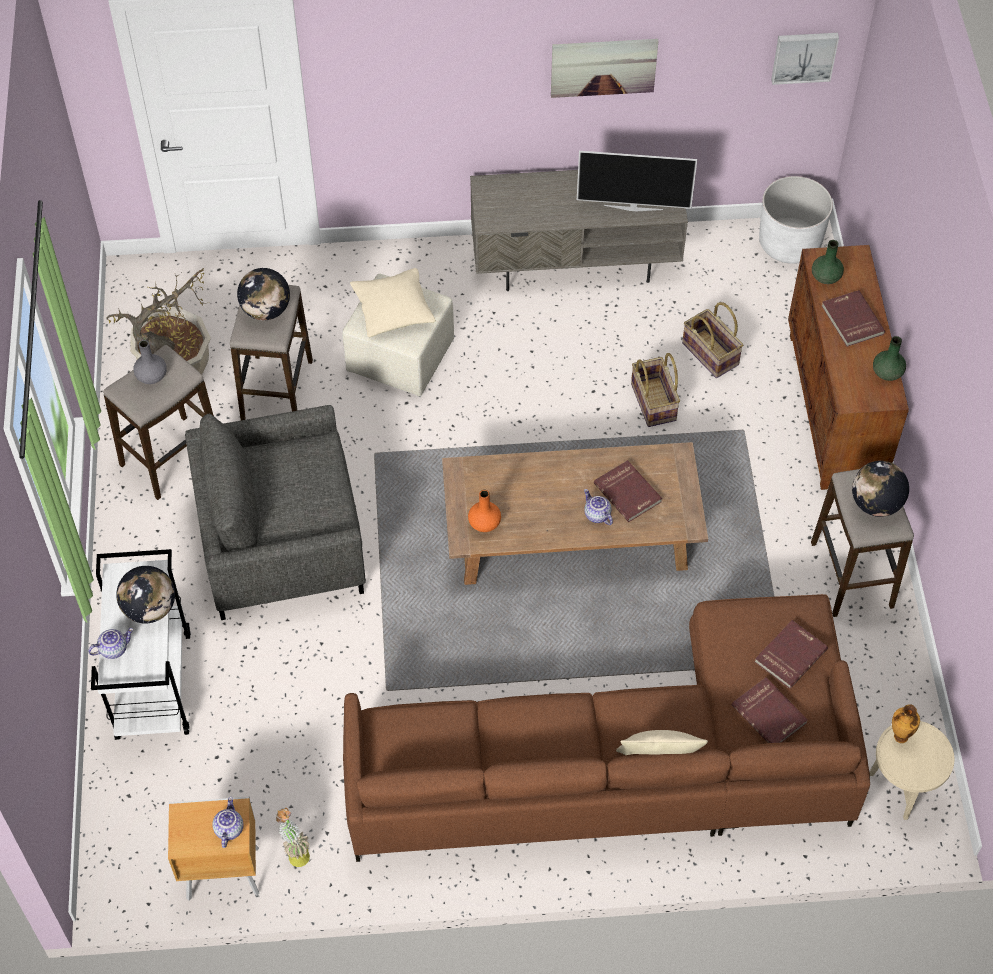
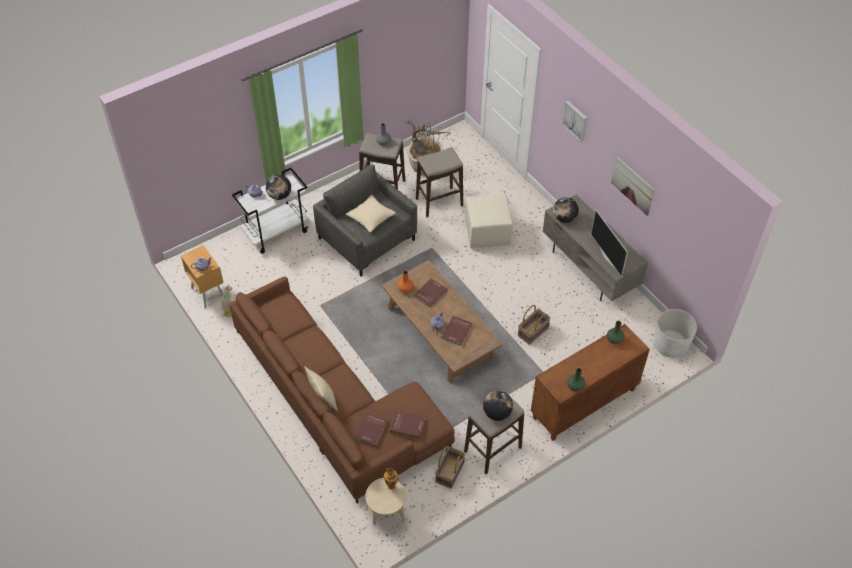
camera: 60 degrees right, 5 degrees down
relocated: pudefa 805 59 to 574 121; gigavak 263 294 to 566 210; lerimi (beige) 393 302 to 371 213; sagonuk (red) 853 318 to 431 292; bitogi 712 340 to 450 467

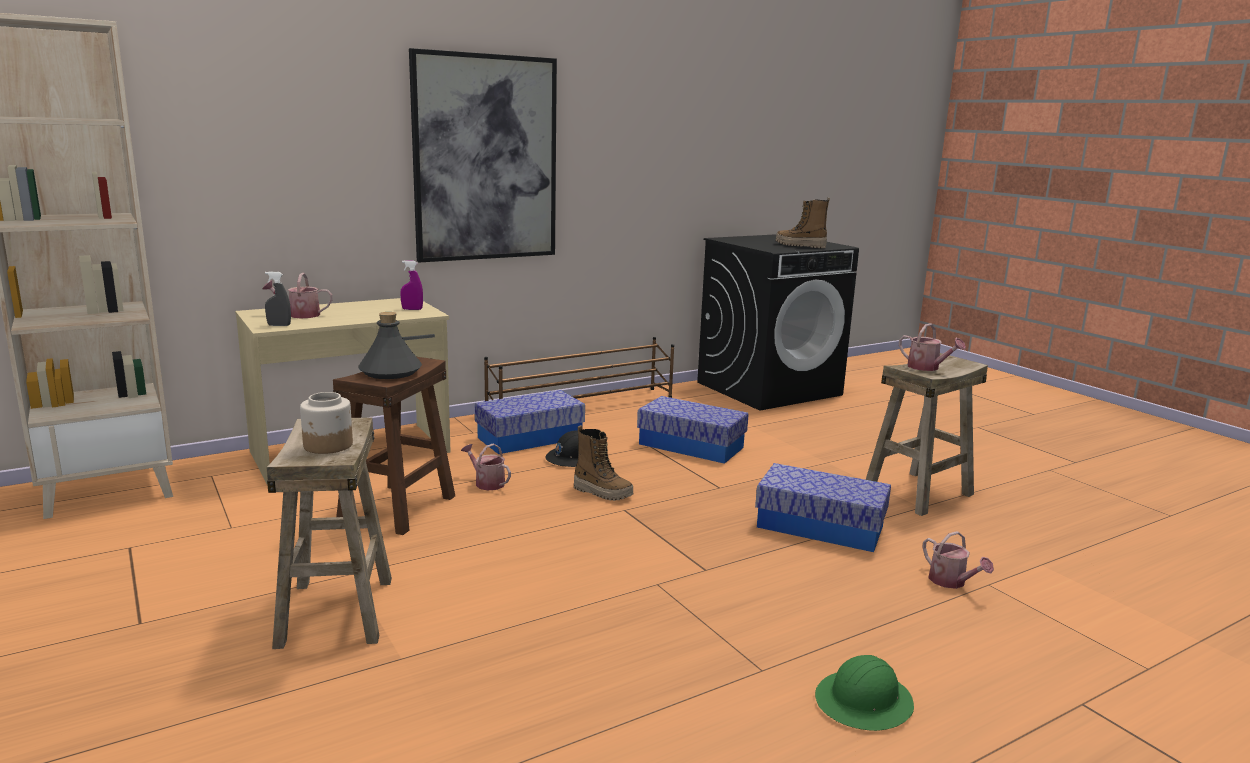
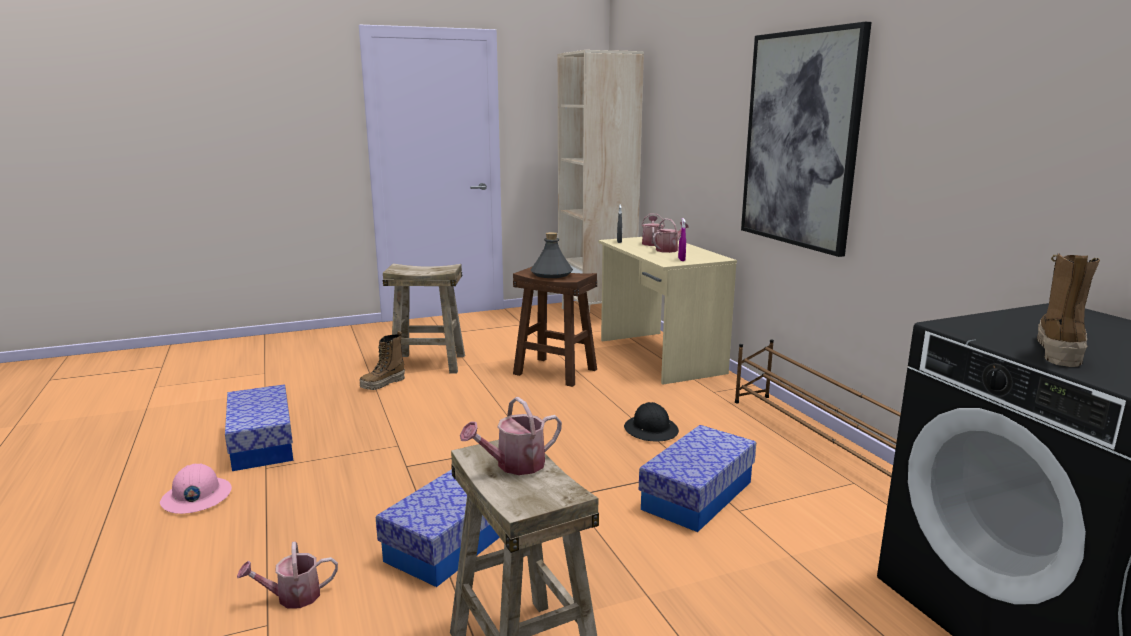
camera: 100 degrees right, 0 degrees up
missing: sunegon 326 423
relocated: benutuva 530 422 to 259 427; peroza 603 463 to 382 360; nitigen 486 466 to 670 235
colour: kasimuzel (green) 864 693 to kasimuzel (pink) 196 488

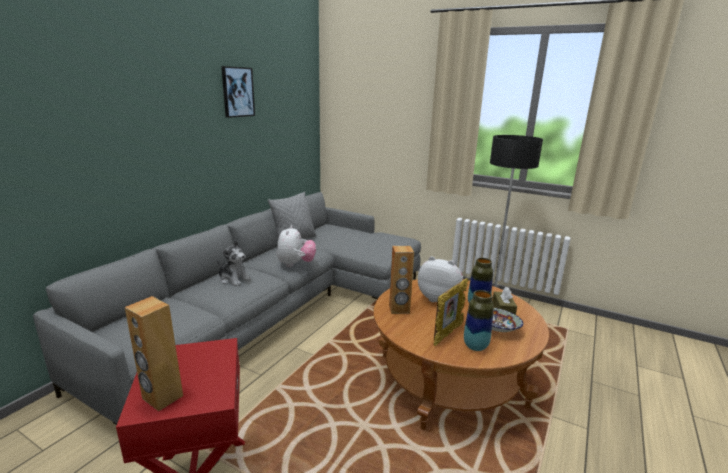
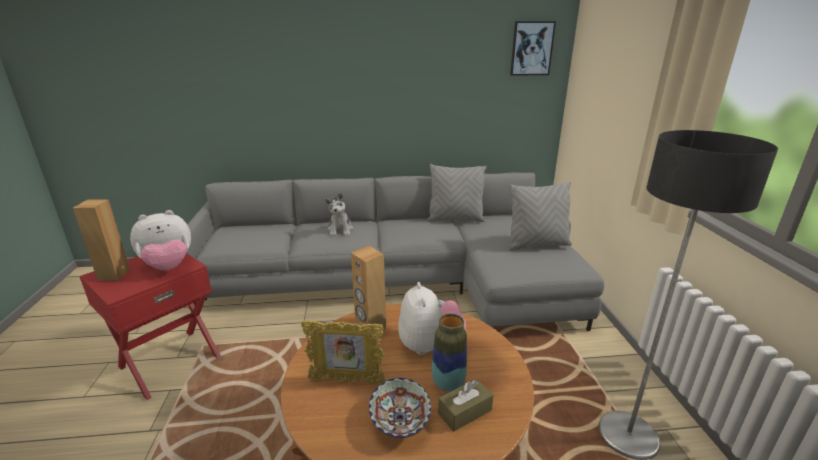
camera: 55 degrees right, 5 degrees up
missing: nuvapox 479 320
appeared: lerimi (grey) 540 216
relocated: pudefa 238 92 to 533 48; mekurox 296 246 to 160 240

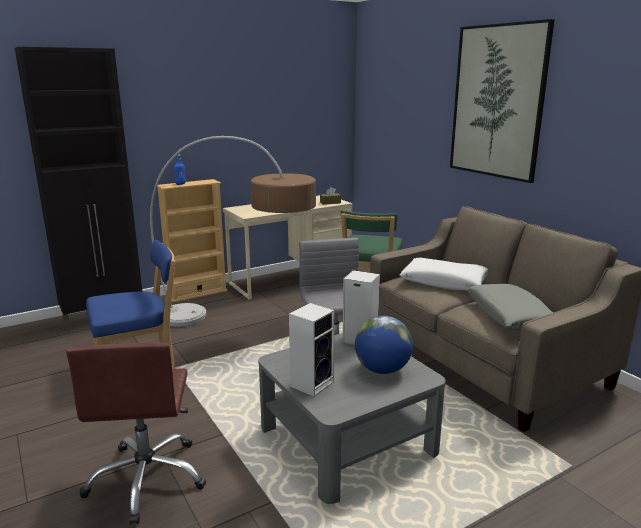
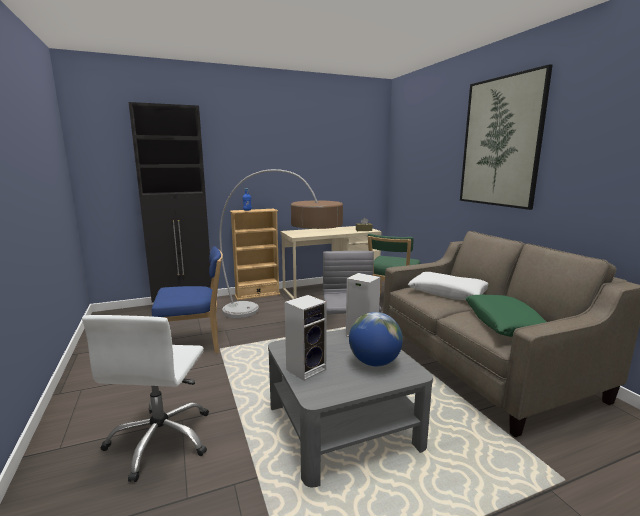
camera: 10 degrees right, 5 degrees down
colour: lerimi (grey) 510 307 to lerimi (green) 505 316; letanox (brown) 136 434 to letanox (white) 145 398

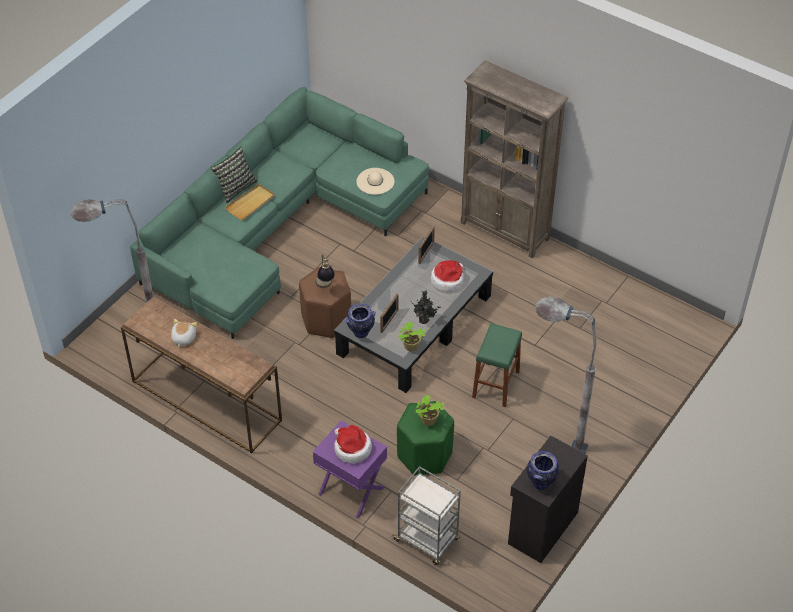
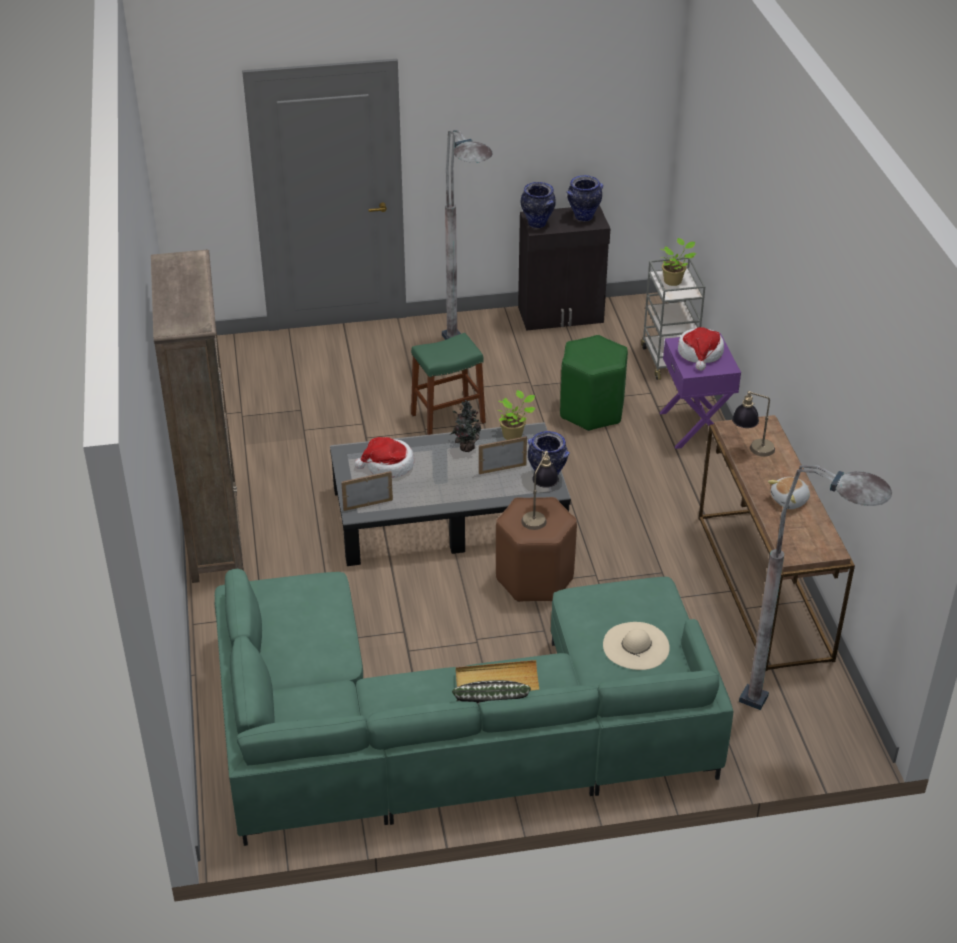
camera: 135 degrees left, 10 degrees down
appeared: nuvapox 538 205; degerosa 753 424
relocated: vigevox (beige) 375 181 to 636 646; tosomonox 429 410 to 678 262

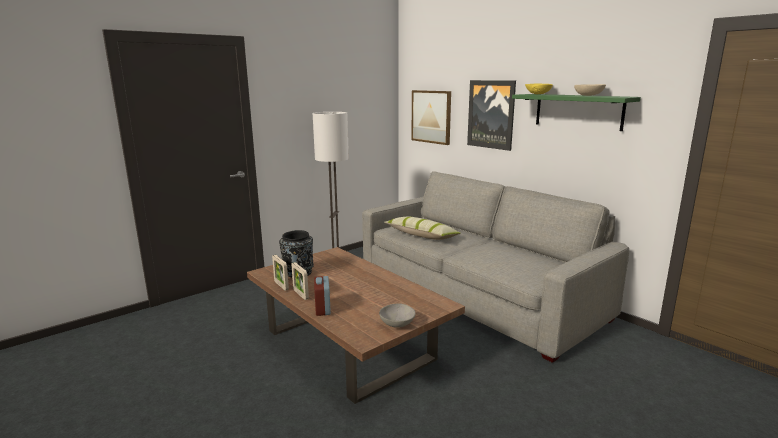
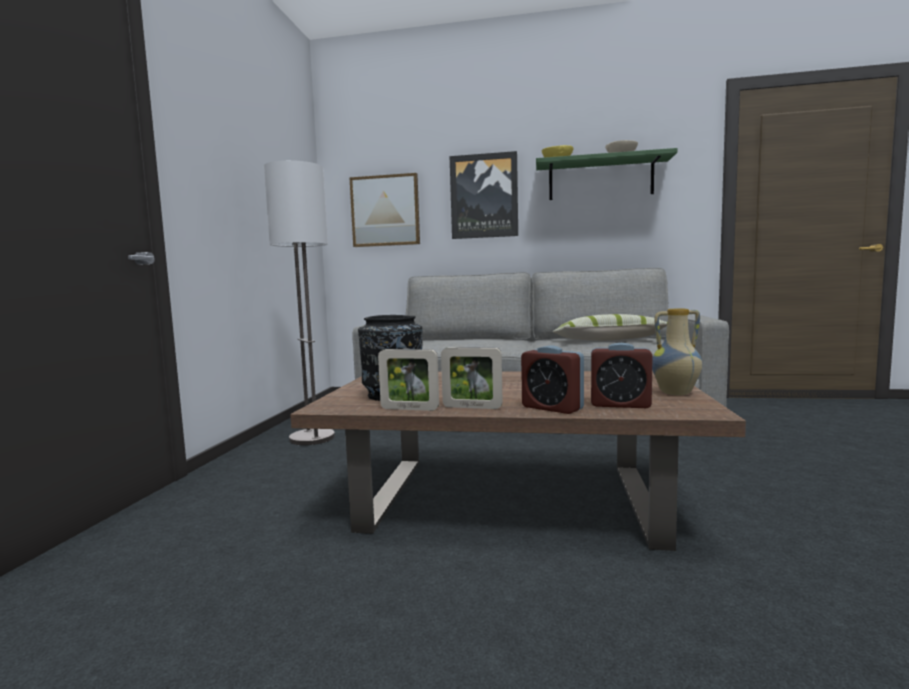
camera: 40 degrees left, 10 degrees down
appeared: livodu 622 375
relocated: lerimi 422 228 to 610 327
exchanged: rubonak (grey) 397 315 to nuvapox 677 352

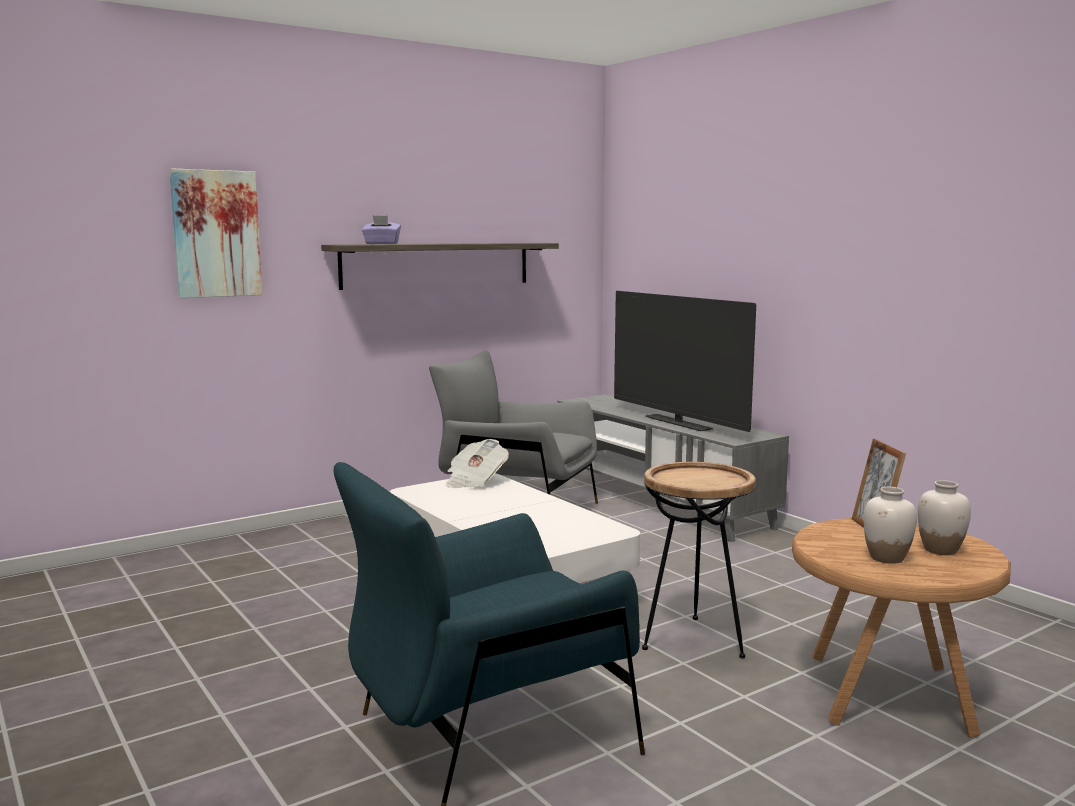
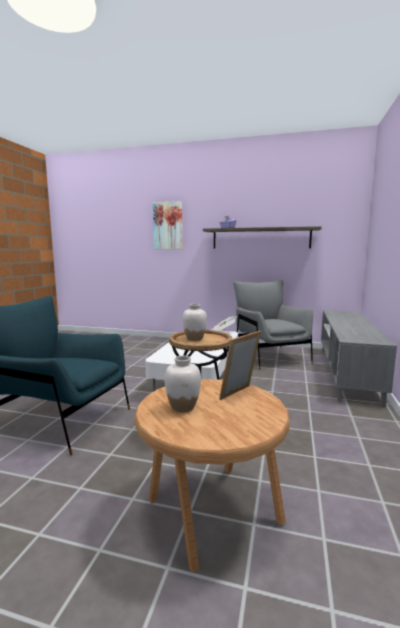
camera: 50 degrees right, 0 degrees up
missing: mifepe 685 361
relocated: nuvapox (white) 944 517 to 194 322

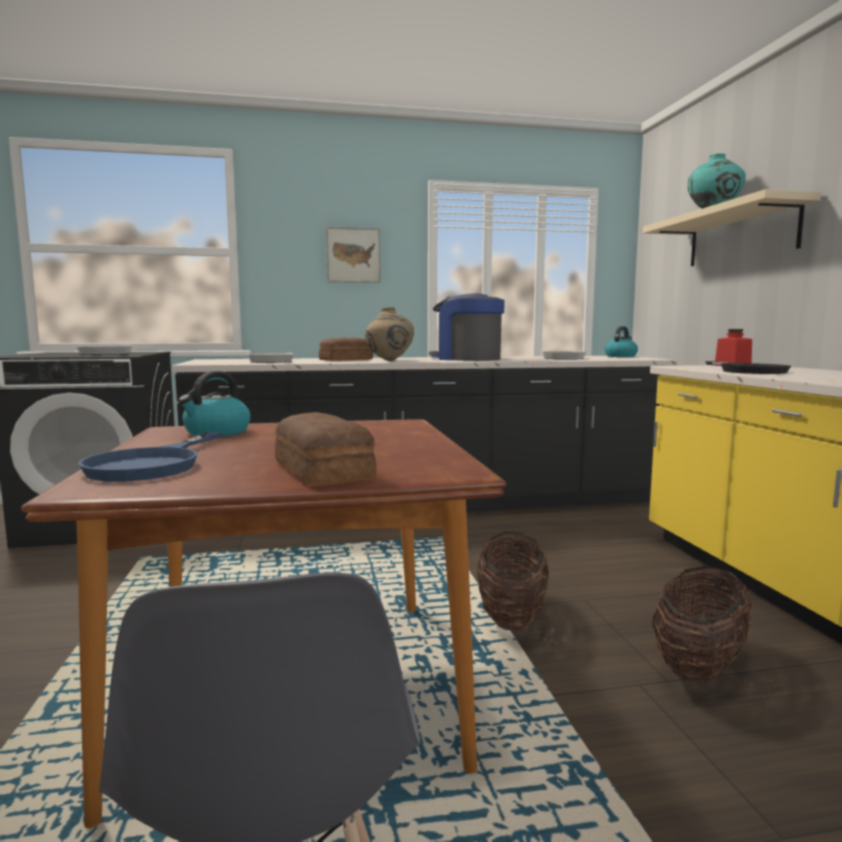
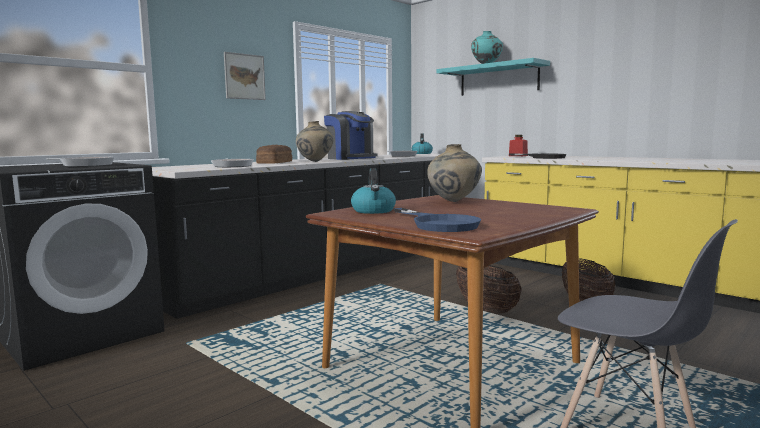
camera: 35 degrees left, 0 degrees up
missing: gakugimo 326 449
appeared: nuvapox (beige) 454 173
colour: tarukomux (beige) 732 227 to tarukomux (turquoise) 493 77
spun: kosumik 467 327 = 350 135 135 degrees counterclockwise

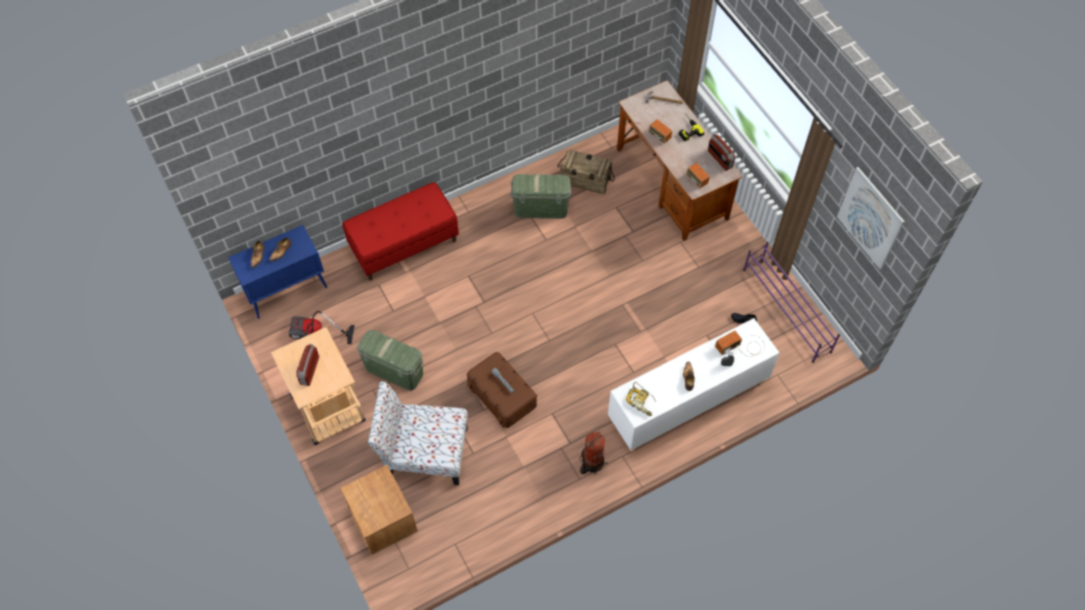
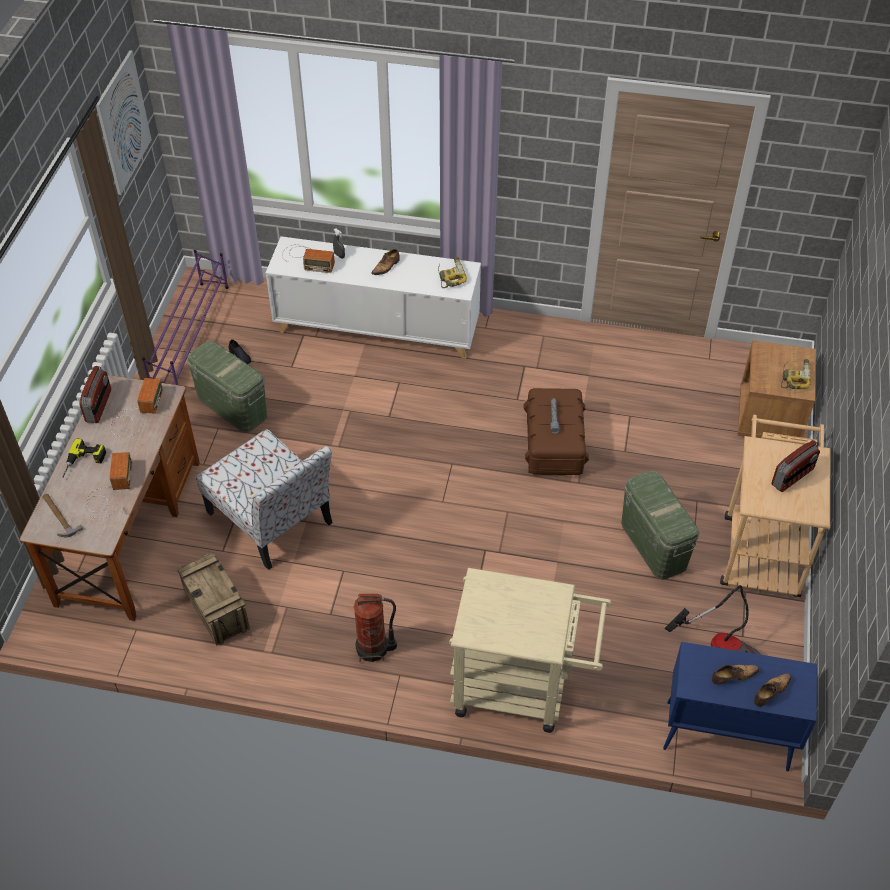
camera: 140 degrees left, 10 degrees down
appeared: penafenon 796 374
relocated: benutuva (green) 541 196 to 227 387; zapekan 418 433 to 264 499; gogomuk 593 452 to 375 628
exchanged: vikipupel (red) 400 231 to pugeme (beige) 530 650

